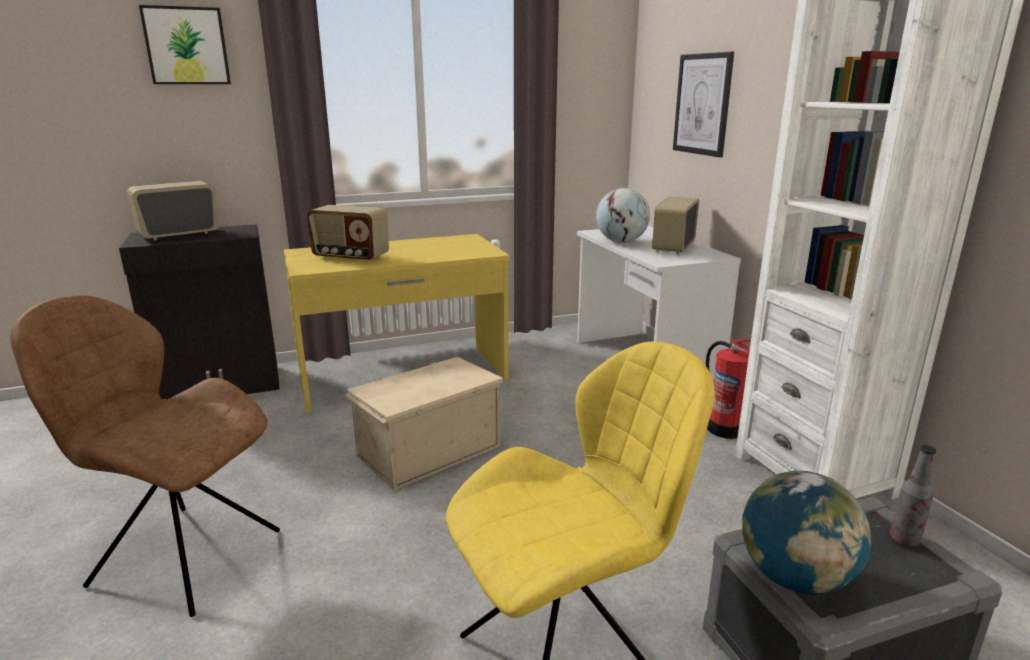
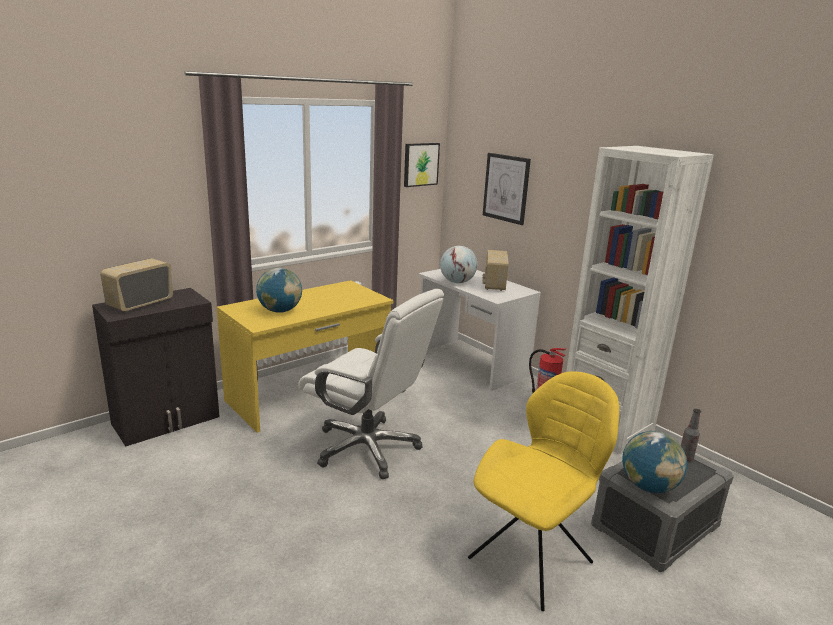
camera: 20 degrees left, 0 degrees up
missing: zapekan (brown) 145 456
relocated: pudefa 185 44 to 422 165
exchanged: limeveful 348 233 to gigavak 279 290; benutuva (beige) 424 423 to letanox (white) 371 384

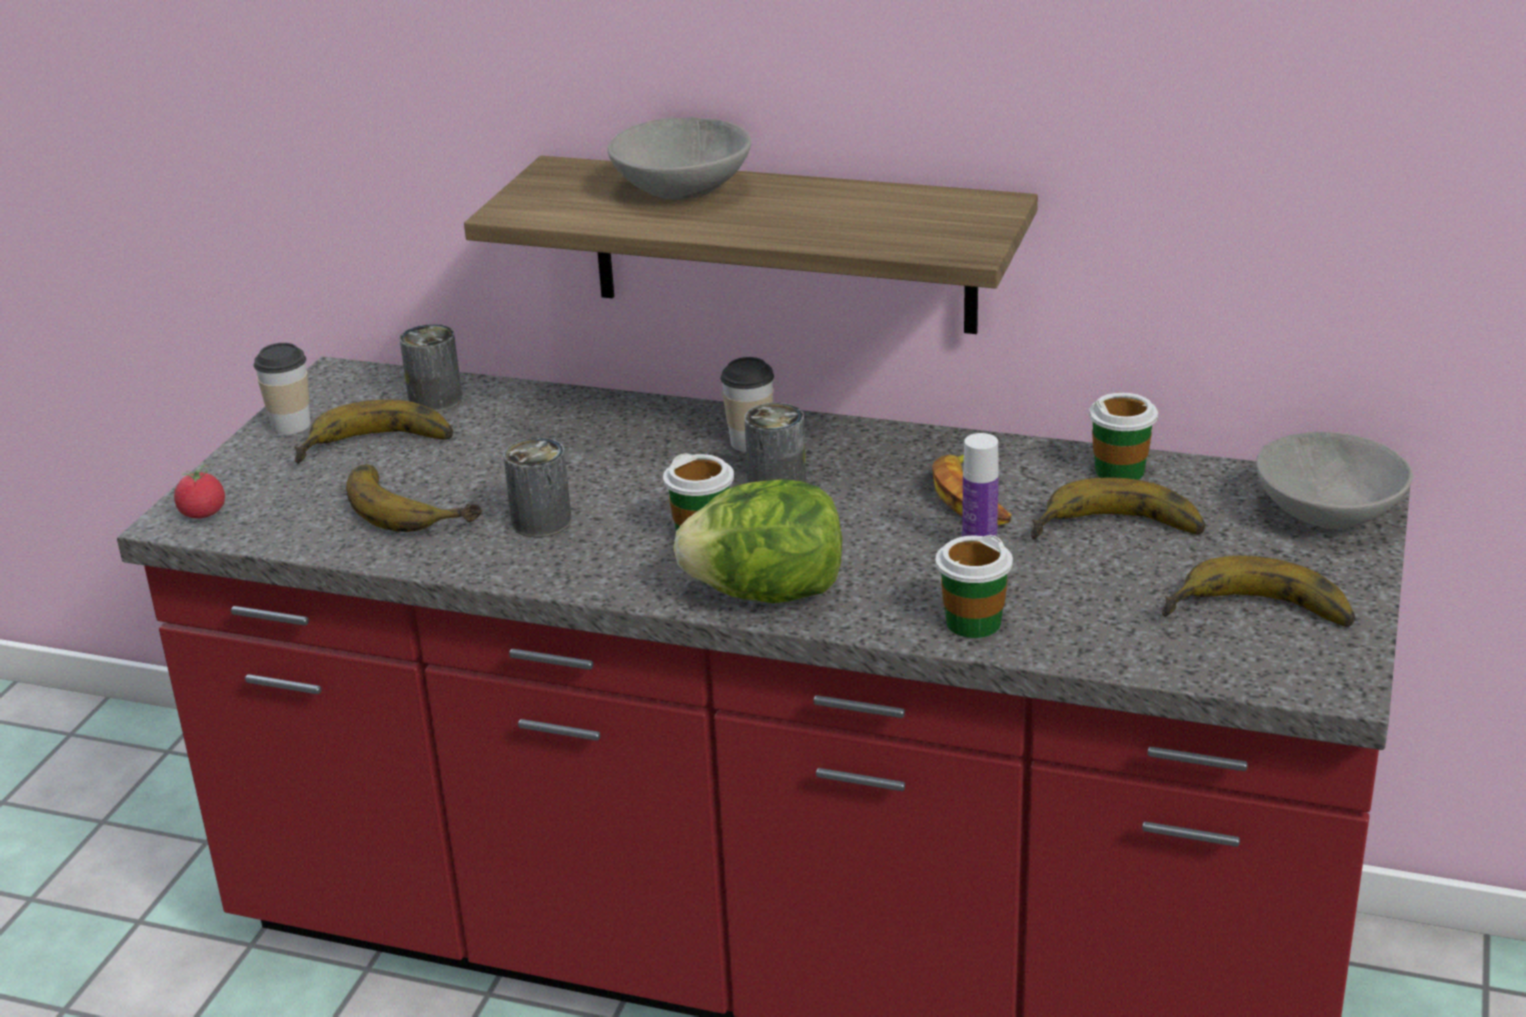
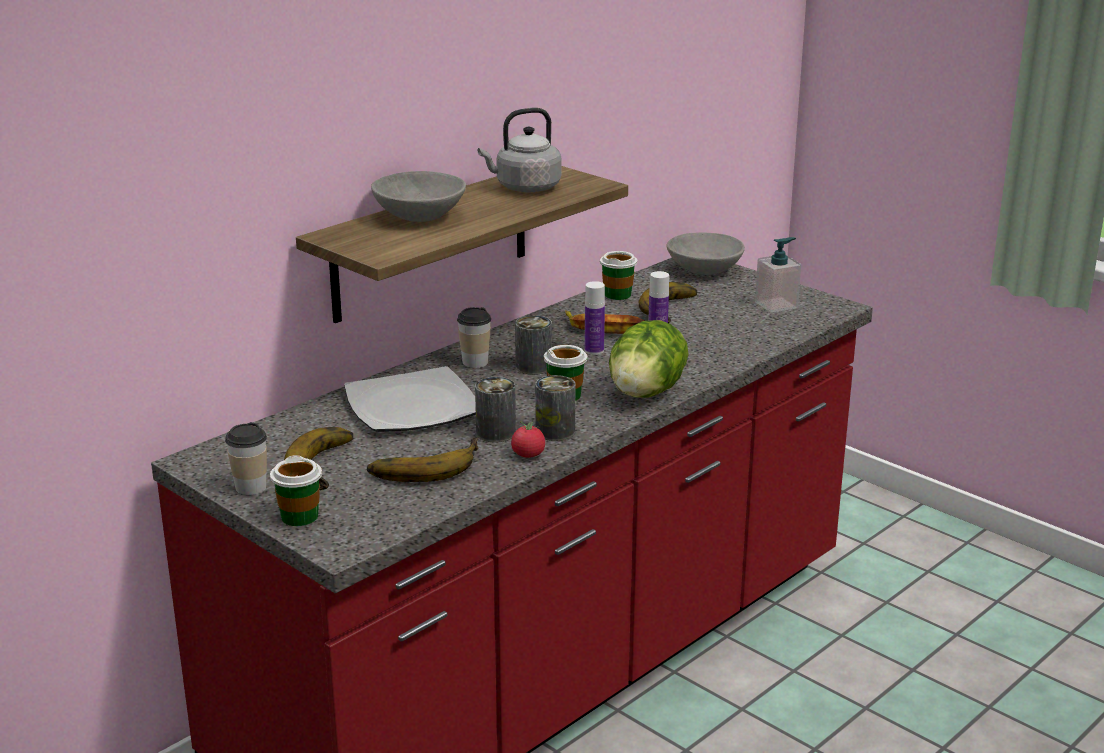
camera: 65 degrees left, 5 degrees down
appeared: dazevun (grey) 519 150; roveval 595 318; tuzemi 410 399
relocated: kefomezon 431 368 to 555 408; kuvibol 199 491 to 528 439; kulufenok 974 586 to 296 490
exchanged: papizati 1258 591 to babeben 778 275

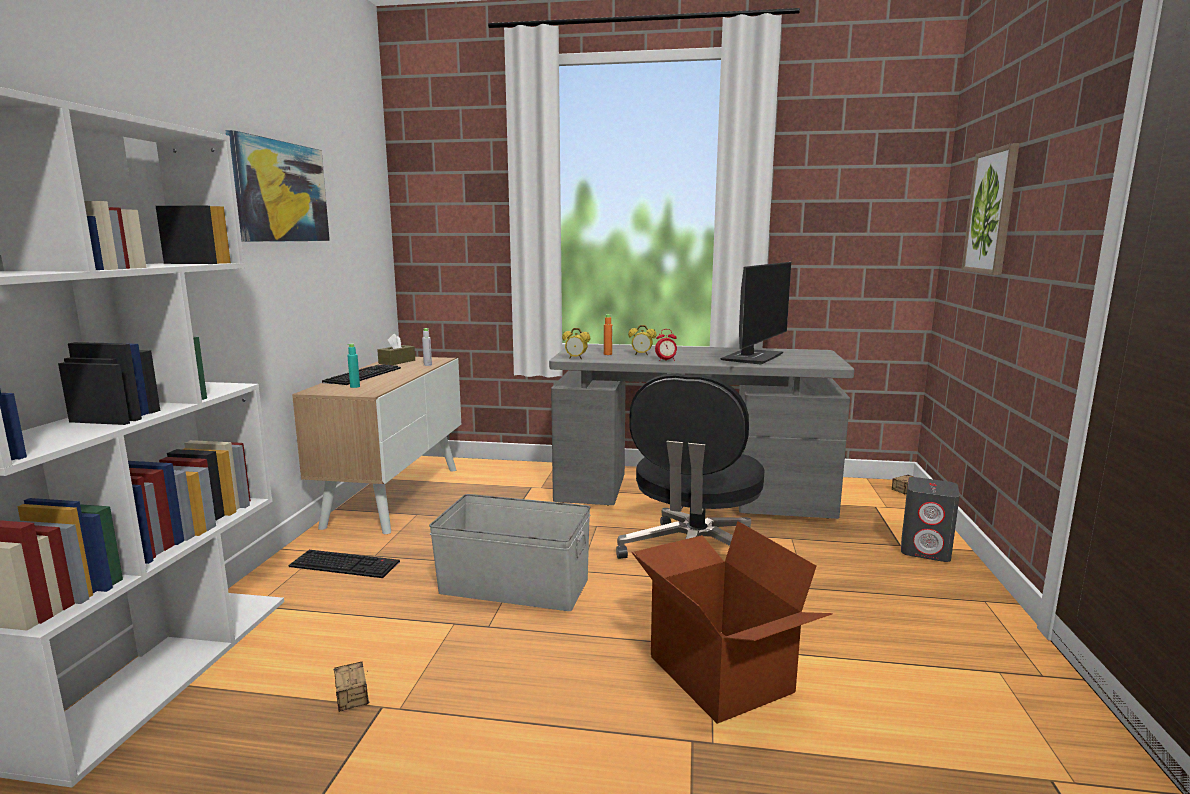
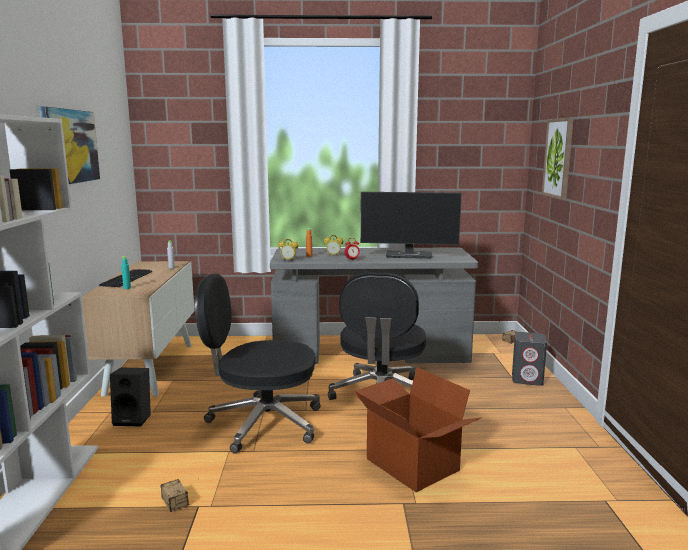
camera: 10 degrees left, 0 degrees up
missing: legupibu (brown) 396 349
exchanged: benutuva (grey) 510 552 to letanox (black) 257 364; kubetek 344 564 to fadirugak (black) 130 397
spun: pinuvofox 755 313 = 411 225 75 degrees clockwise

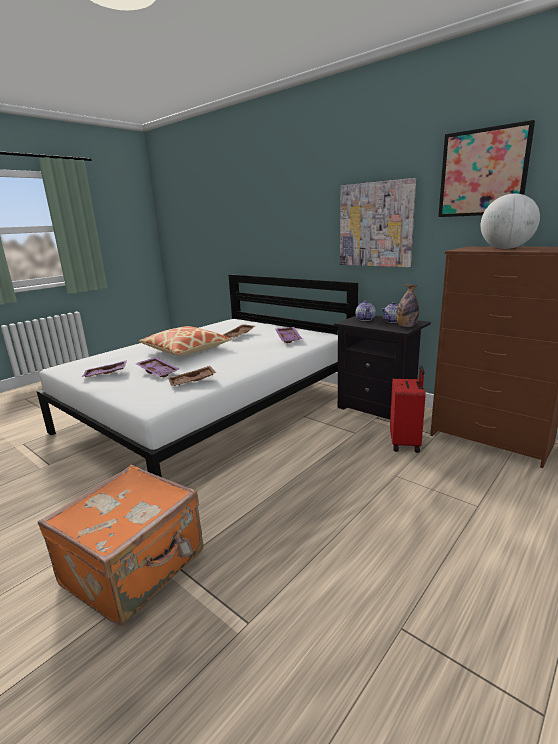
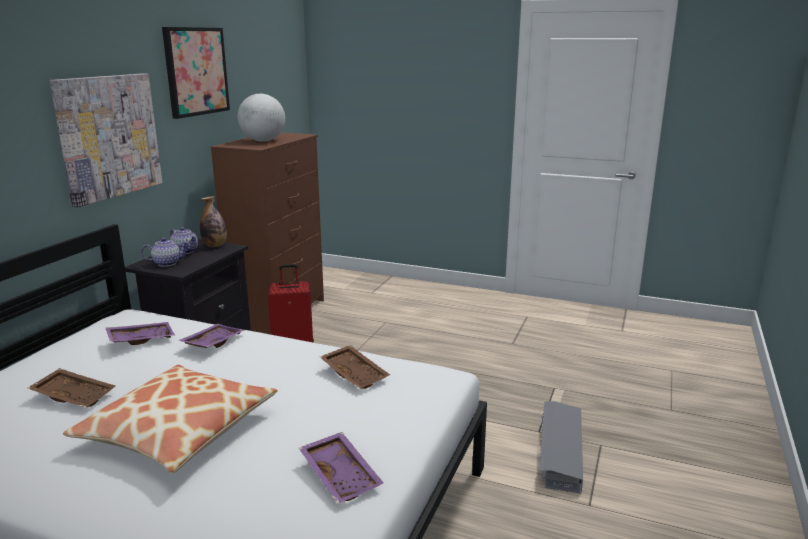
camera: 110 degrees left, 0 degrees up
relocated: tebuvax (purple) 157 367 to 211 336
exchanged: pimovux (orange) 120 545 to benutuva (grey) 561 447

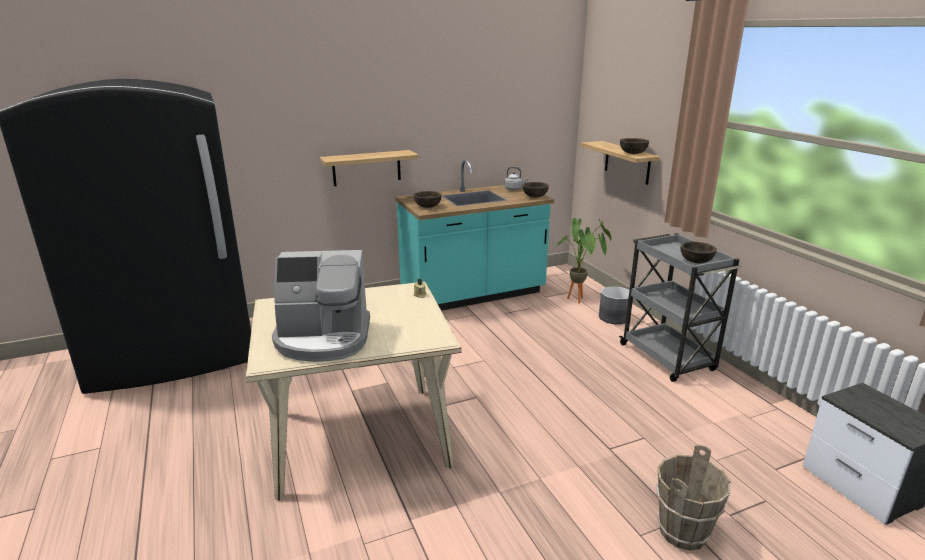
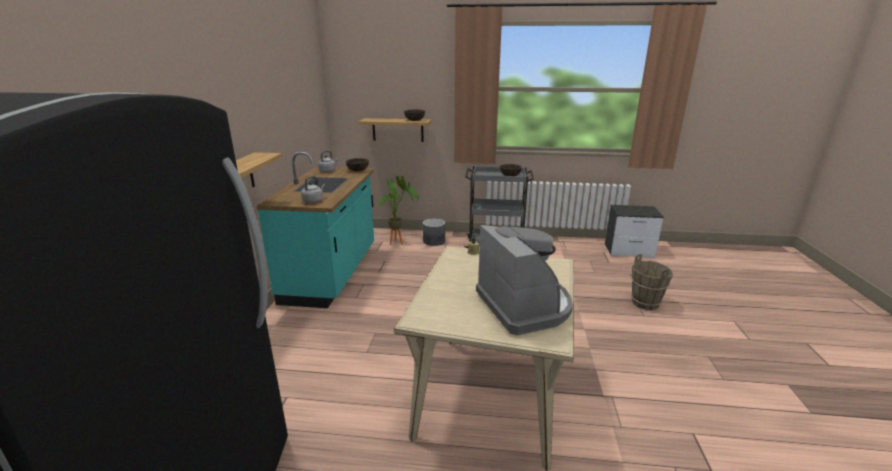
camera: 60 degrees left, 0 degrees up
exchanged: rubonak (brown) 428 199 to dazevun (grey) 313 189
spun: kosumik 321 306 = 524 280 45 degrees counterclockwise

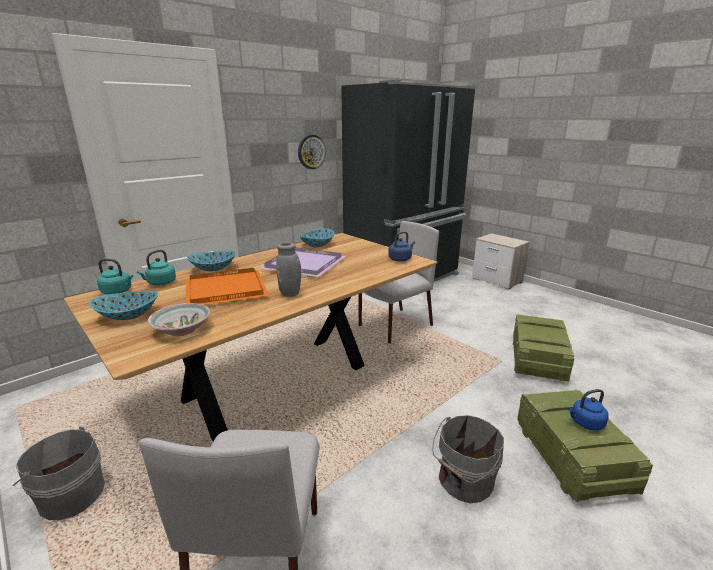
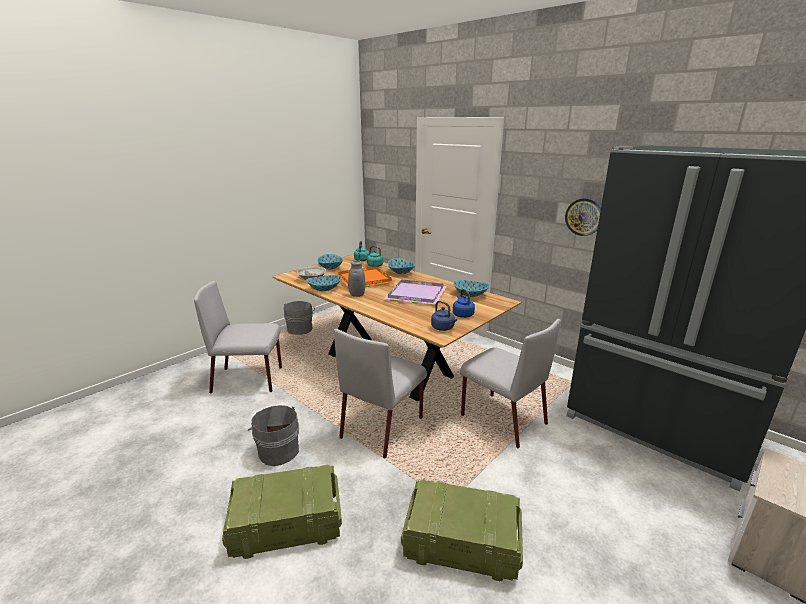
camera: 85 degrees right, 0 degrees up
appeared: rubonak 324 283; zapekan (grey) 380 393
relocated: dazevun (blue) 588 409 to 464 303

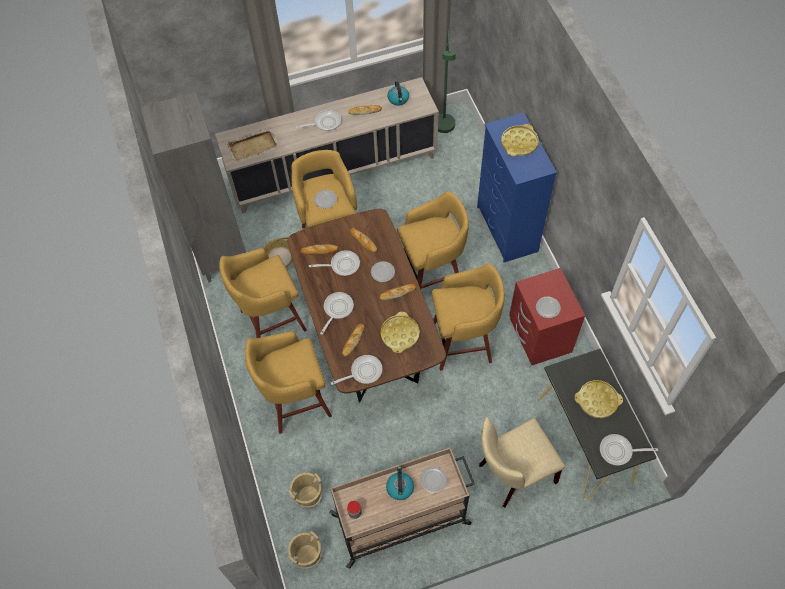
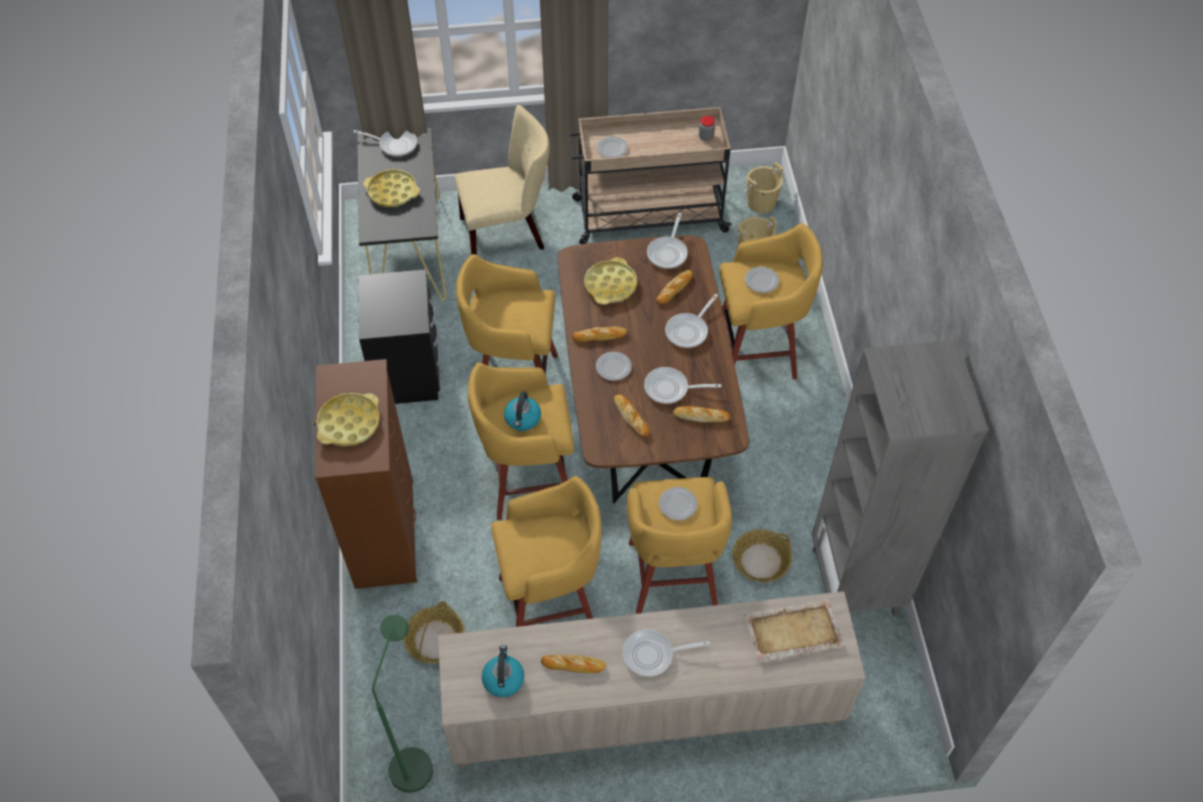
camera: 170 degrees left, 5 degrees down
appeared: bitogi 434 632
relocated: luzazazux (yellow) 263 293 to 546 551; tuzemi 548 307 to 762 280; dazevun 400 483 to 522 411
colour: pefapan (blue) 517 187 to pefapan (brown) 364 474; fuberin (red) 547 316 to fuberin (black) 400 336
spun: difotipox 356 370 = 667 241 60 degrees counterclockwise

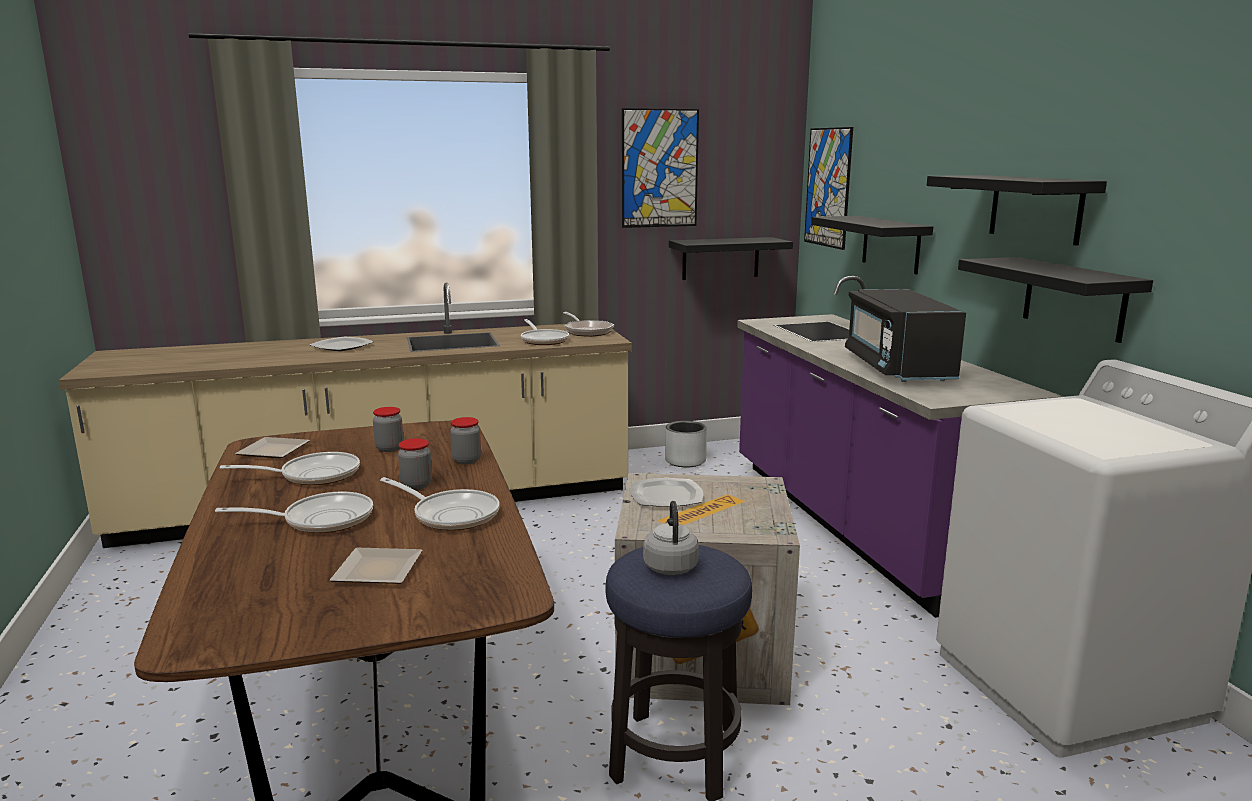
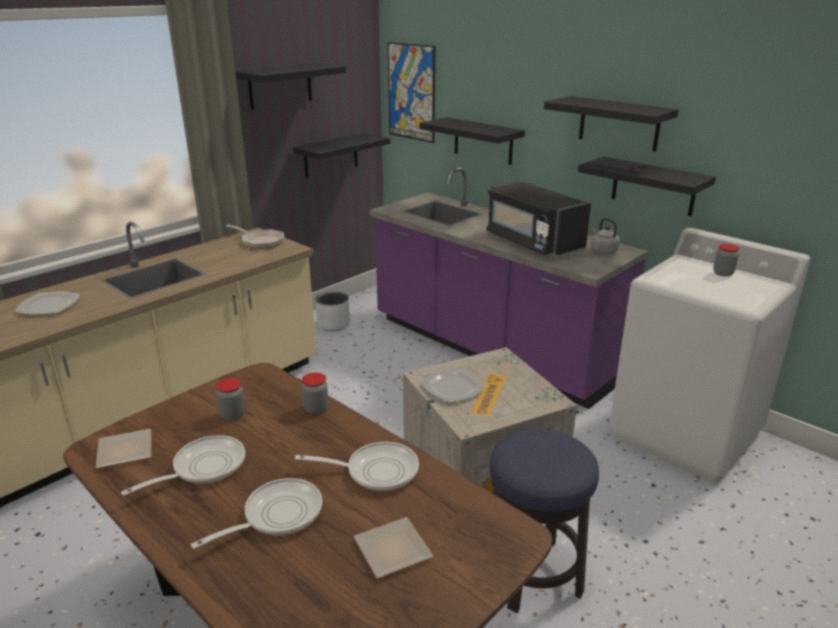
camera: 30 degrees left, 10 degrees up
missing: difotipox 545 332
relocated: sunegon 415 464 to 726 260; dazevun (grey) 671 538 to 605 236
exchanged: pudefa 660 168 to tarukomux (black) 290 86

